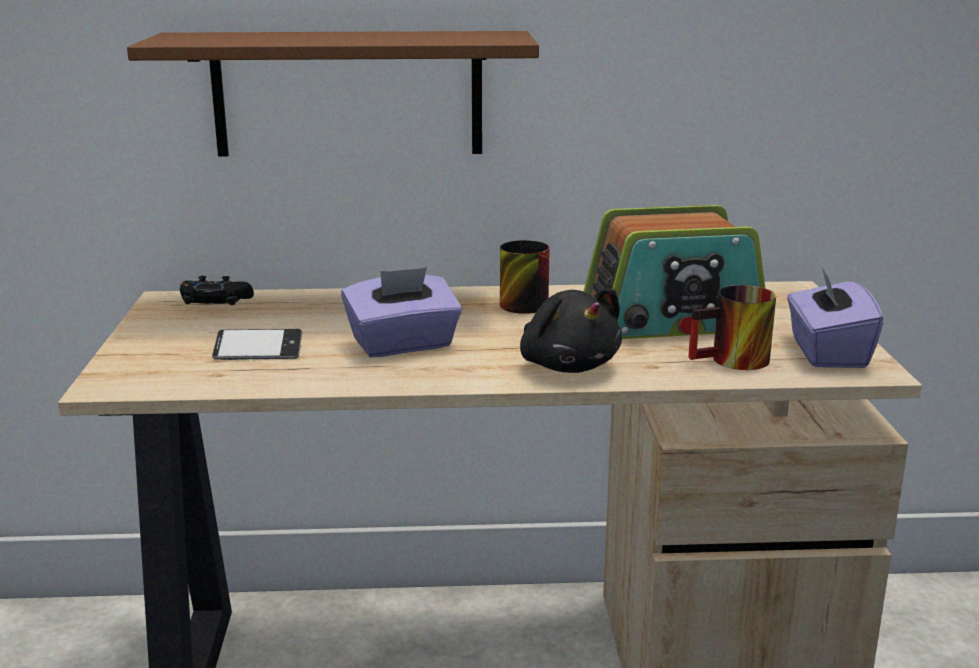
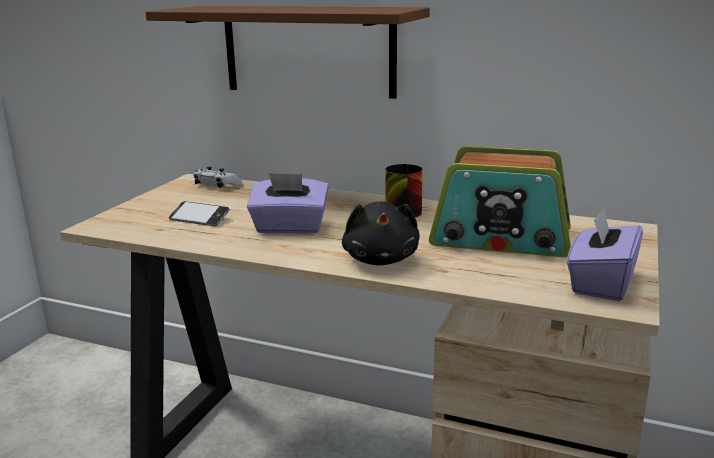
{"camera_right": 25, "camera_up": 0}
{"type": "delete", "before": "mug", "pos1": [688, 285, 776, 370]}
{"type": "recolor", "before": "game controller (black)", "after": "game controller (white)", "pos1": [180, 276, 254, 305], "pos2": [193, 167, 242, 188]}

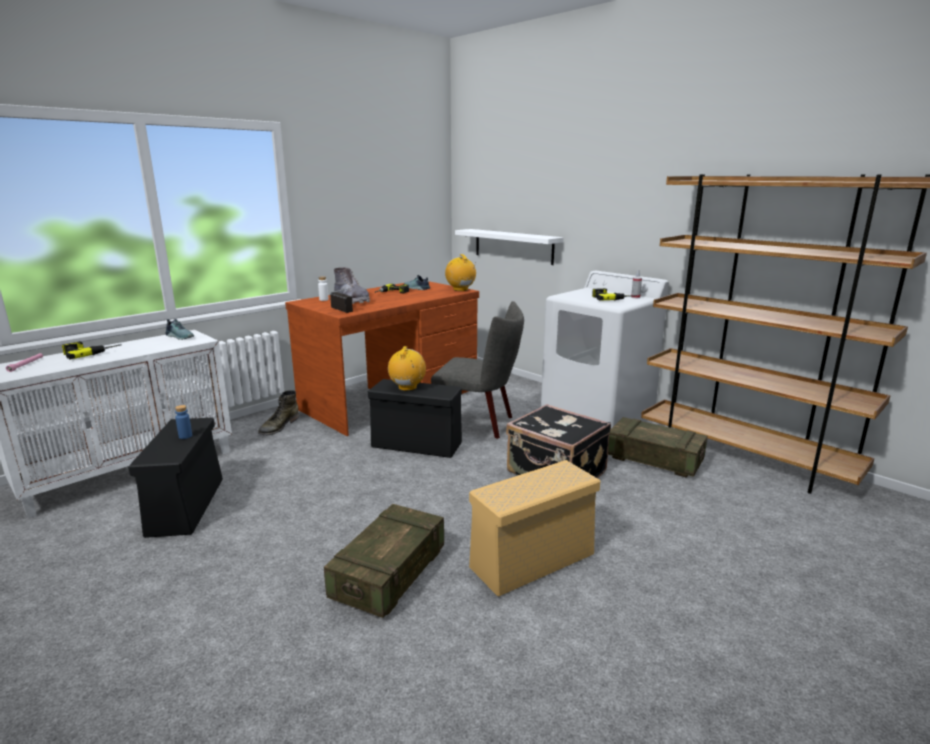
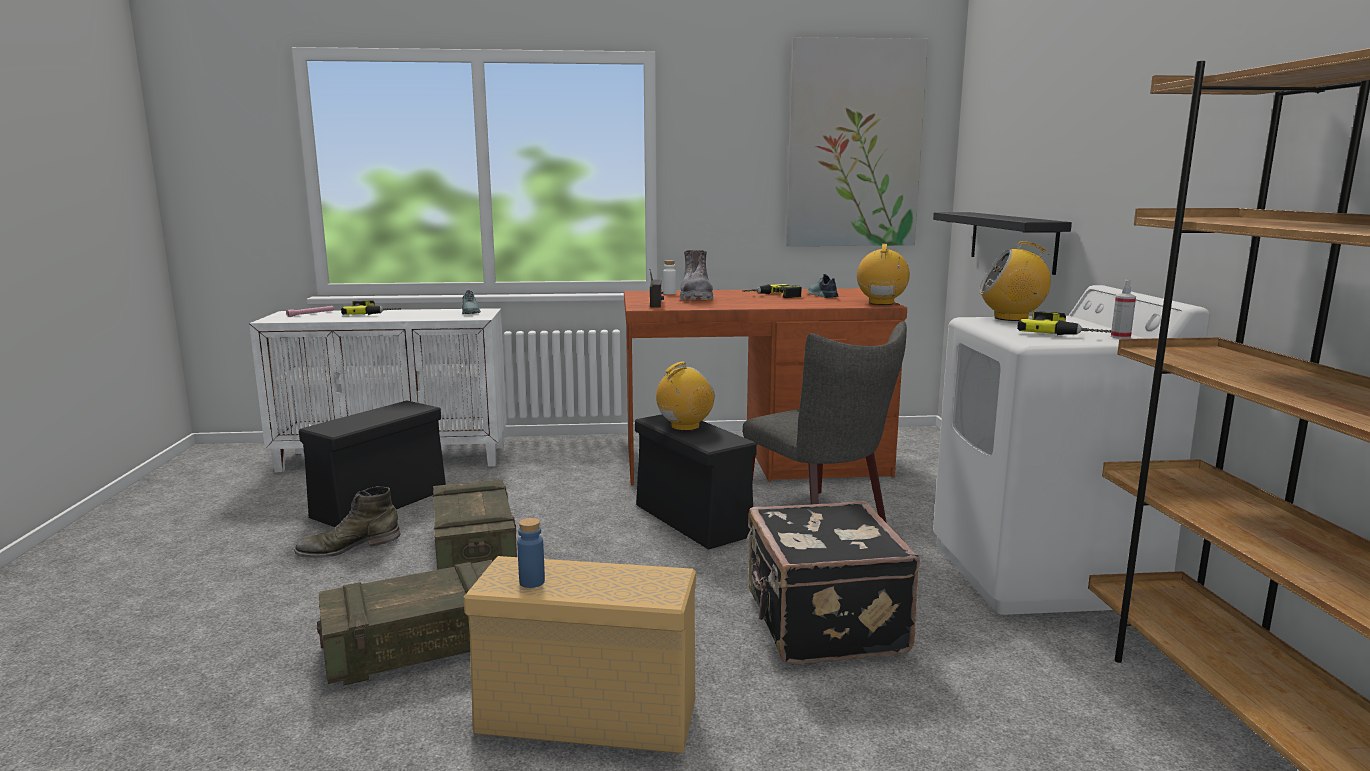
{"camera_right": 40, "camera_up": -5}
{"type": "insert", "after": "picture", "pos2": [786, 37, 928, 246]}
{"type": "insert", "after": "radio", "pos2": [979, 241, 1051, 321]}
{"type": "move", "before": "bottle (blue)", "pos1": [175, 405, 192, 439], "pos2": [517, 518, 545, 588]}
{"type": "move", "before": "boot (green)", "pos1": [258, 390, 299, 436], "pos2": [294, 486, 400, 558]}
{"type": "move", "before": "crate", "pos1": [608, 417, 707, 478], "pos2": [433, 479, 517, 570]}
{"type": "recolor", "before": "shelf (white)", "after": "shelf (black)", "pos1": [455, 229, 564, 265], "pos2": [933, 212, 1072, 275]}

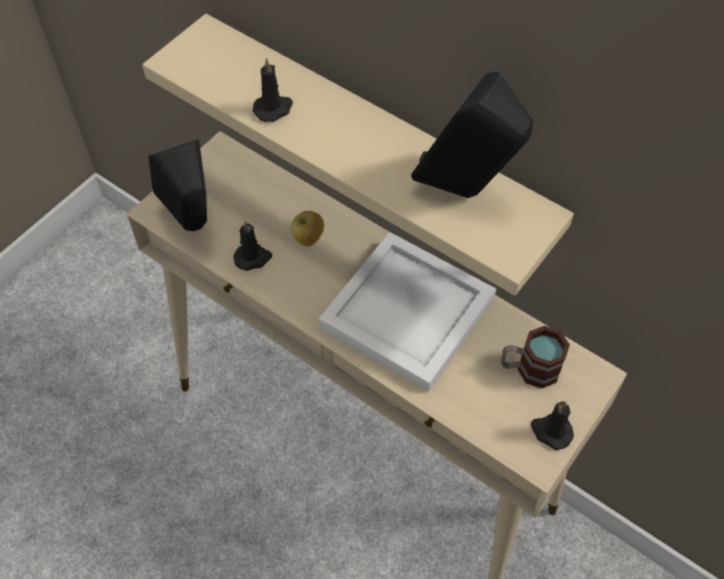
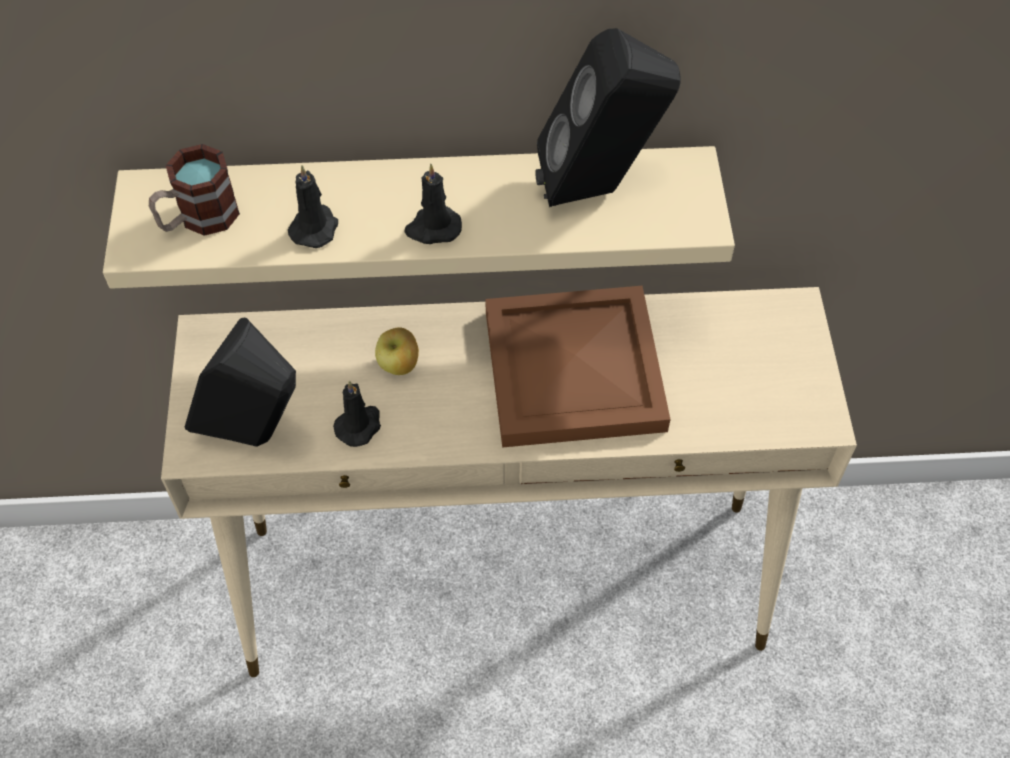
{"camera_right": -40, "camera_up": 0}
{"type": "move", "before": "mug", "pos1": [501, 326, 570, 389], "pos2": [149, 144, 240, 236]}
{"type": "move", "before": "candle (black)", "pos1": [531, 401, 574, 450], "pos2": [404, 164, 462, 244]}
{"type": "recolor", "before": "tray (white)", "after": "tray (brown)", "pos1": [319, 232, 496, 392], "pos2": [485, 286, 671, 448]}

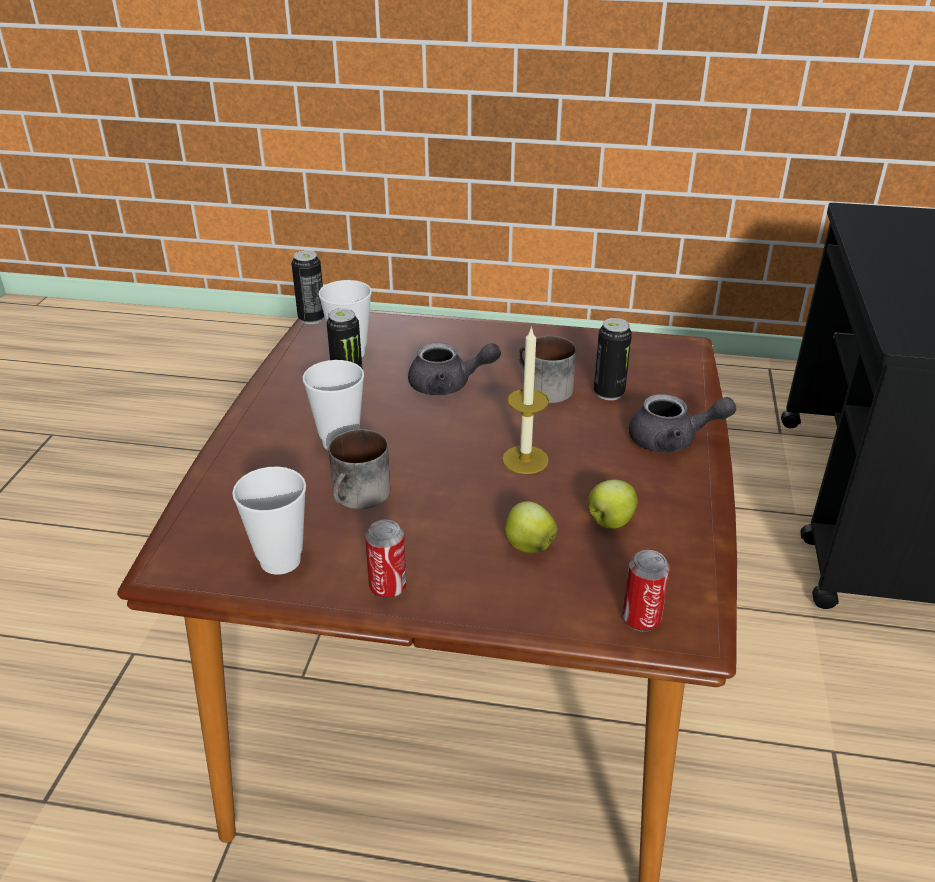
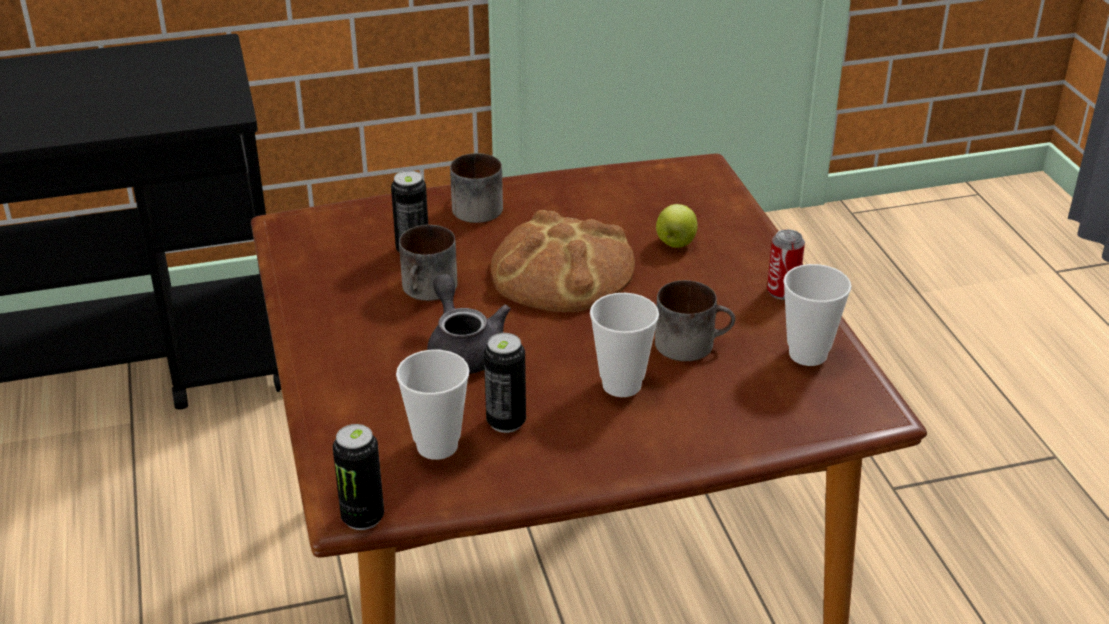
{"camera_right": -115, "camera_up": 0}
{"type": "delete", "before": "apple", "pos1": [587, 480, 638, 529]}
{"type": "delete", "before": "can", "pos1": [622, 550, 670, 632]}
{"type": "replace", "before": "candle", "after": "bread", "pos1": [502, 326, 549, 474], "pos2": [491, 210, 635, 312]}
{"type": "replace", "before": "teapot (grey)", "after": "mug", "pos1": [629, 394, 737, 453], "pos2": [450, 153, 503, 223]}

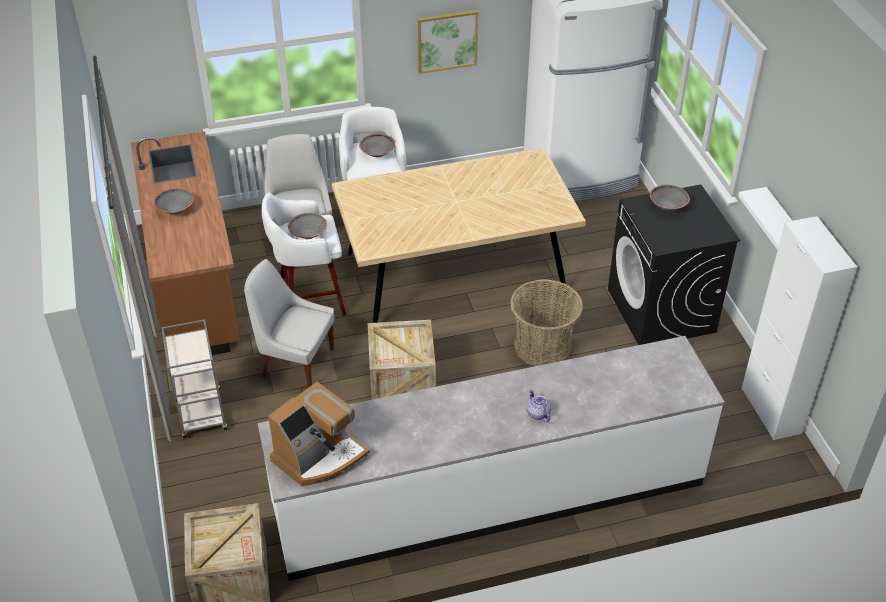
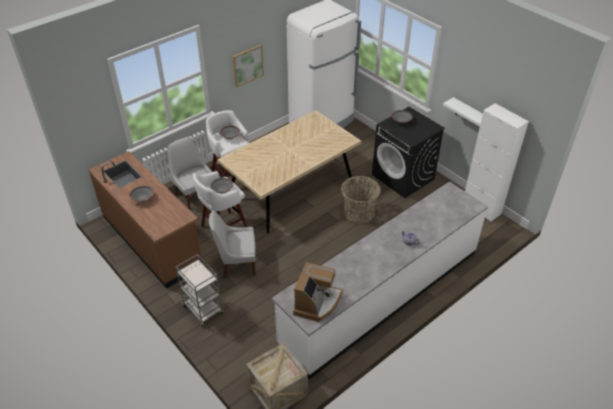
{"camera_right": -25, "camera_up": 0}
{"type": "delete", "before": "crate", "pos1": [368, 320, 436, 400]}

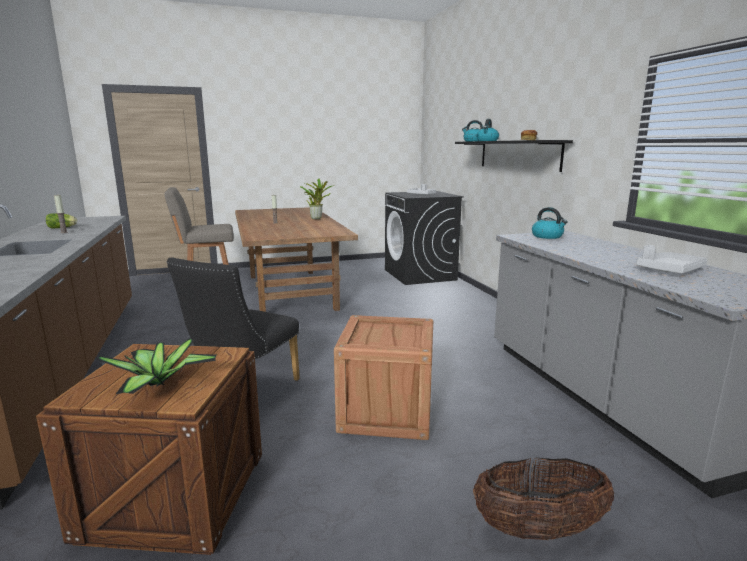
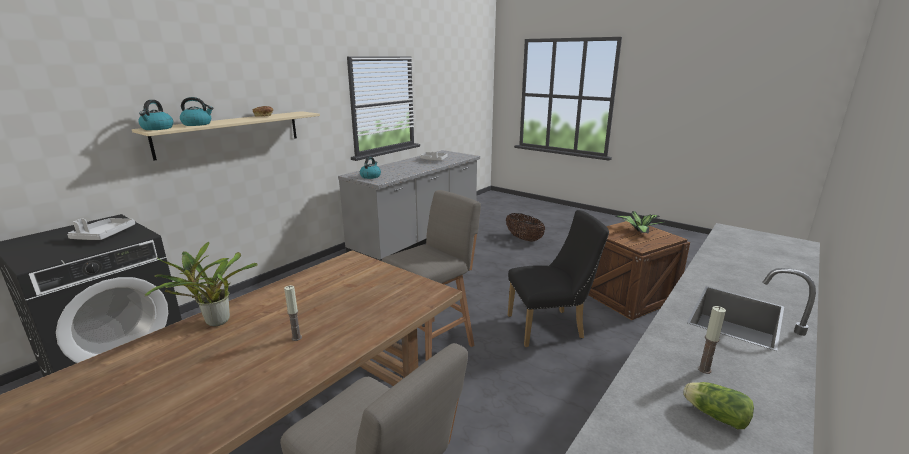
{"camera_right": -125, "camera_up": 5}
{"type": "delete", "before": "crate", "pos1": [334, 315, 433, 440]}
{"type": "insert", "after": "stool (grey)", "pos2": [381, 190, 481, 361]}
{"type": "recolor", "before": "shelf (black)", "after": "shelf (beige)", "pos1": [455, 140, 573, 172], "pos2": [132, 111, 320, 160]}

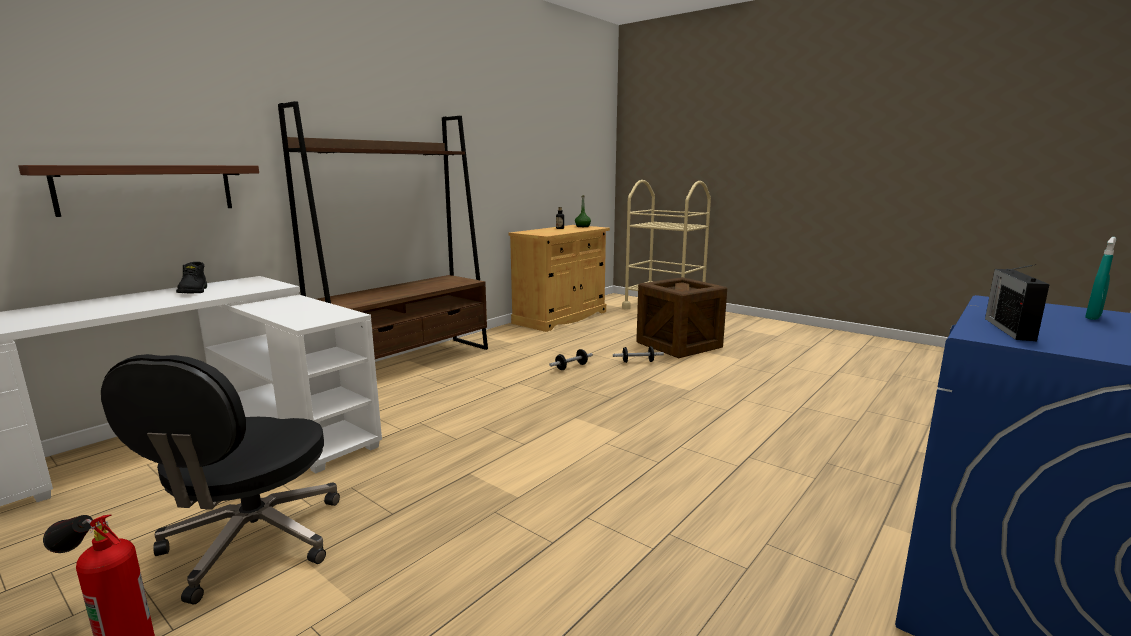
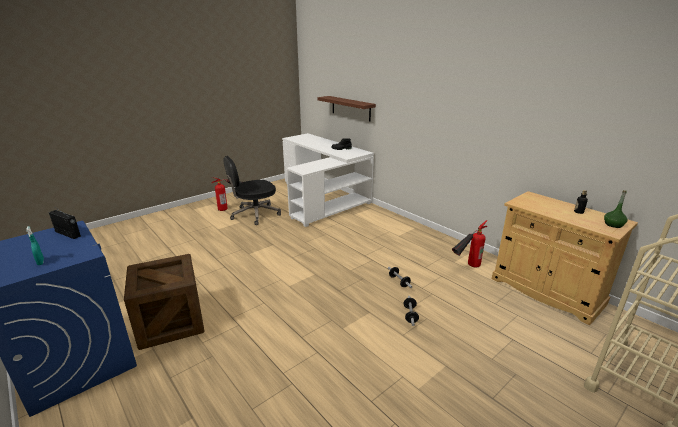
{"camera_right": 100, "camera_up": 10}
{"type": "delete", "before": "bookcase (brown)", "pos1": [278, 101, 488, 359]}
{"type": "insert", "after": "fire extinguisher", "pos2": [452, 220, 488, 267]}
{"type": "move", "before": "crate", "pos1": [636, 277, 727, 358], "pos2": [124, 254, 205, 350]}
{"type": "rotate", "before": "office chair (black)", "pos1": [101, 354, 340, 604], "pos2": [223, 156, 281, 225], "turn": -45}

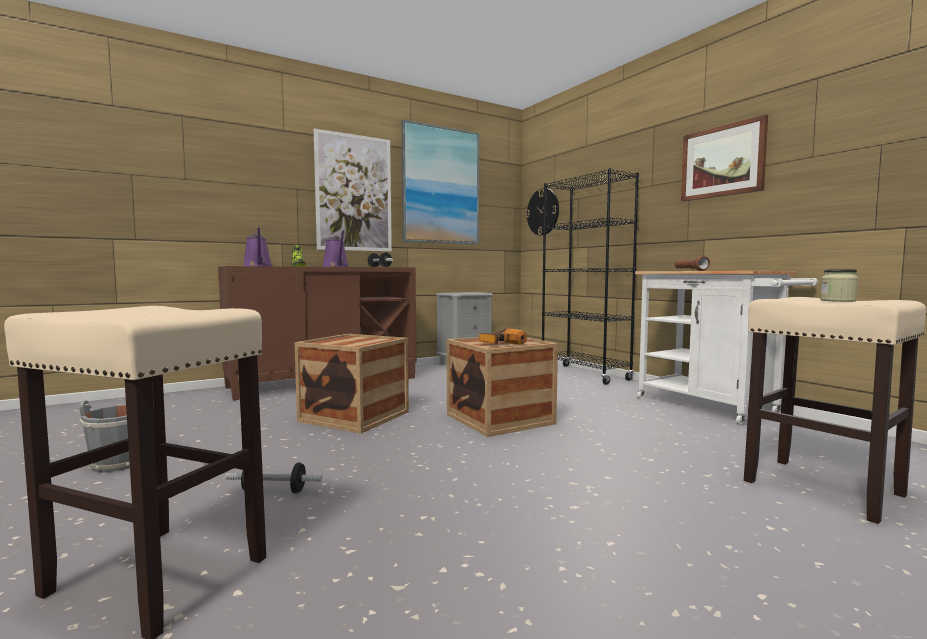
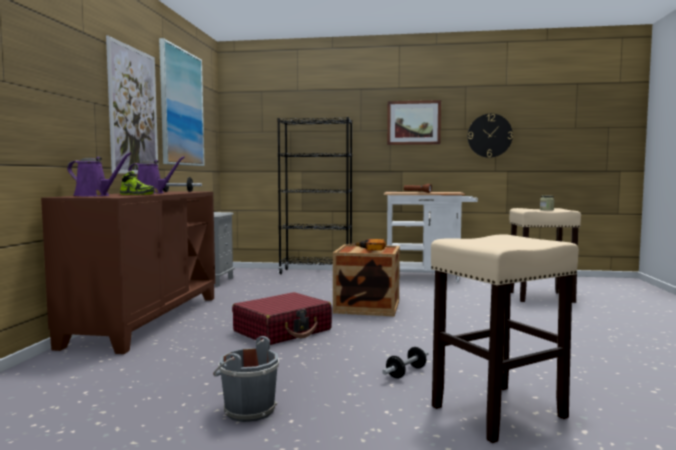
{"camera_right": -50, "camera_up": 0}
{"type": "move", "before": "wall clock", "pos1": [526, 188, 559, 236], "pos2": [468, 114, 513, 158]}
{"type": "replace", "before": "crate", "after": "suitcase (red)", "pos1": [295, 334, 409, 434], "pos2": [232, 292, 332, 345]}

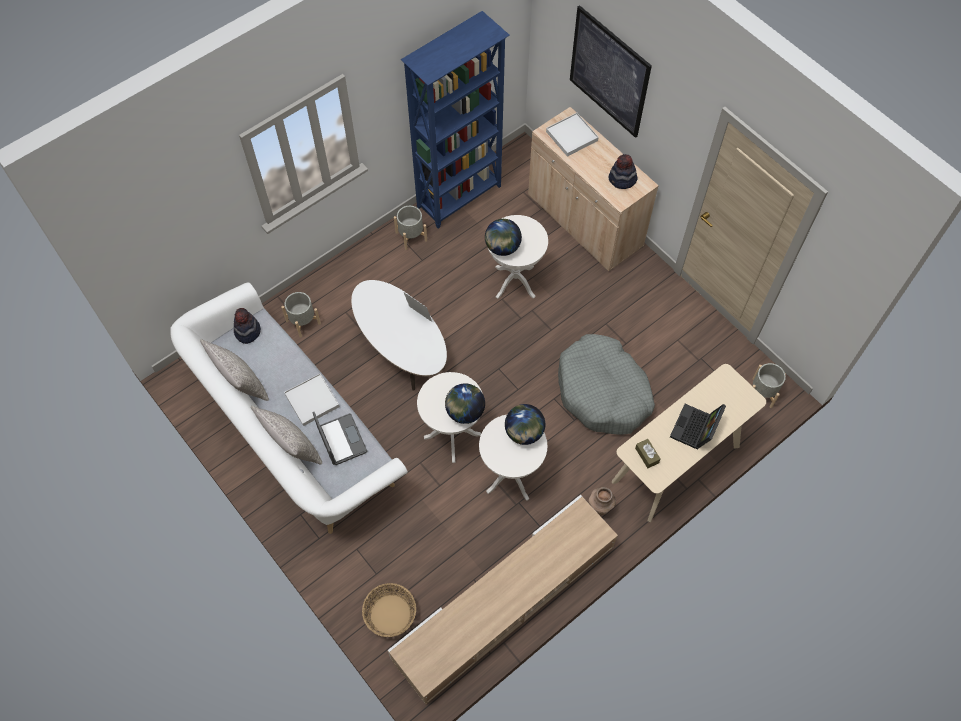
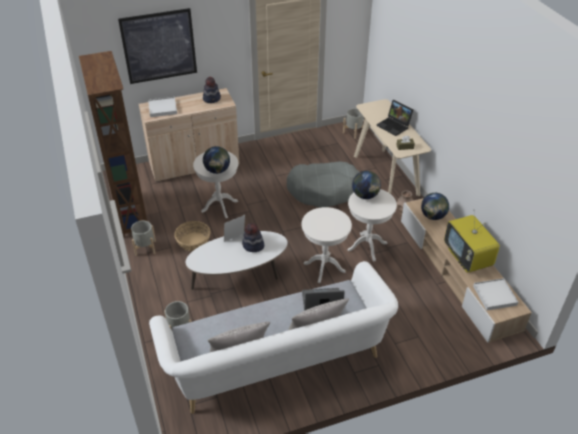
{"camera_right": -70, "camera_up": -20}
{"type": "insert", "after": "television", "pos2": [444, 215, 500, 273]}
{"type": "move", "before": "hat", "pos1": [234, 308, 261, 344], "pos2": [242, 223, 264, 252]}
{"type": "move", "before": "tray (white)", "pos1": [284, 374, 340, 426], "pos2": [473, 278, 518, 311]}
{"type": "move", "before": "basket", "pos1": [362, 583, 416, 637], "pos2": [174, 221, 210, 251]}
{"type": "move", "before": "globe", "pos1": [445, 383, 485, 424], "pos2": [421, 193, 449, 220]}
{"type": "recolor", "before": "bookcase (blue)", "after": "bookcase (brown)", "pos1": [401, 11, 510, 228], "pos2": [79, 51, 147, 238]}

